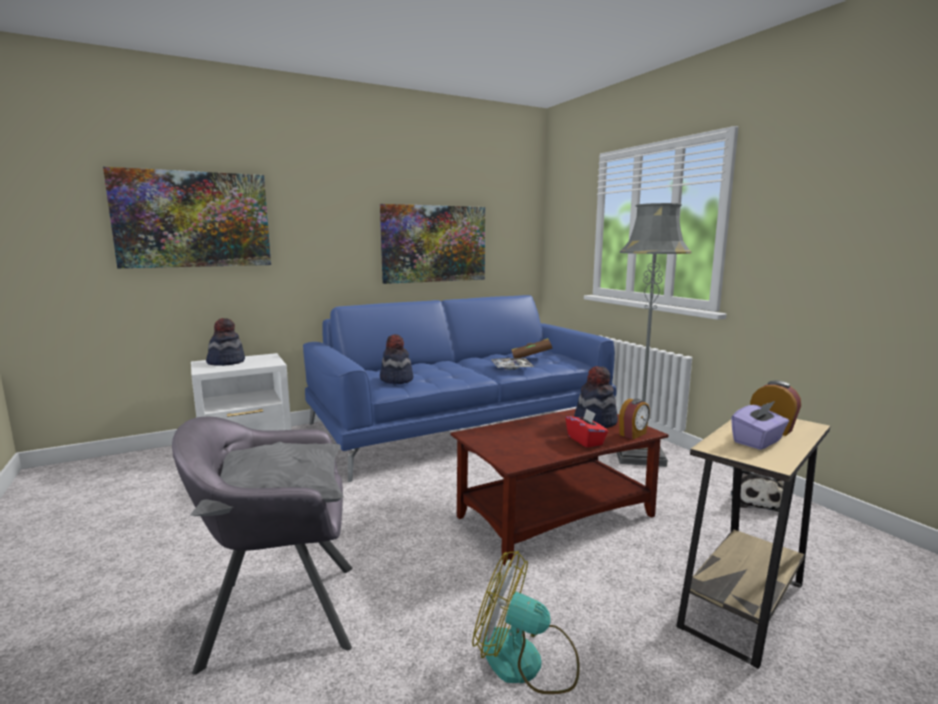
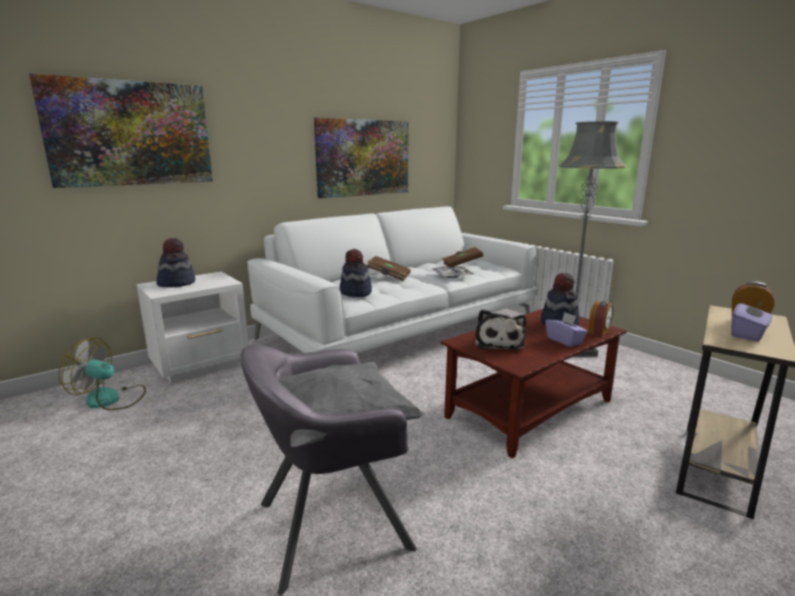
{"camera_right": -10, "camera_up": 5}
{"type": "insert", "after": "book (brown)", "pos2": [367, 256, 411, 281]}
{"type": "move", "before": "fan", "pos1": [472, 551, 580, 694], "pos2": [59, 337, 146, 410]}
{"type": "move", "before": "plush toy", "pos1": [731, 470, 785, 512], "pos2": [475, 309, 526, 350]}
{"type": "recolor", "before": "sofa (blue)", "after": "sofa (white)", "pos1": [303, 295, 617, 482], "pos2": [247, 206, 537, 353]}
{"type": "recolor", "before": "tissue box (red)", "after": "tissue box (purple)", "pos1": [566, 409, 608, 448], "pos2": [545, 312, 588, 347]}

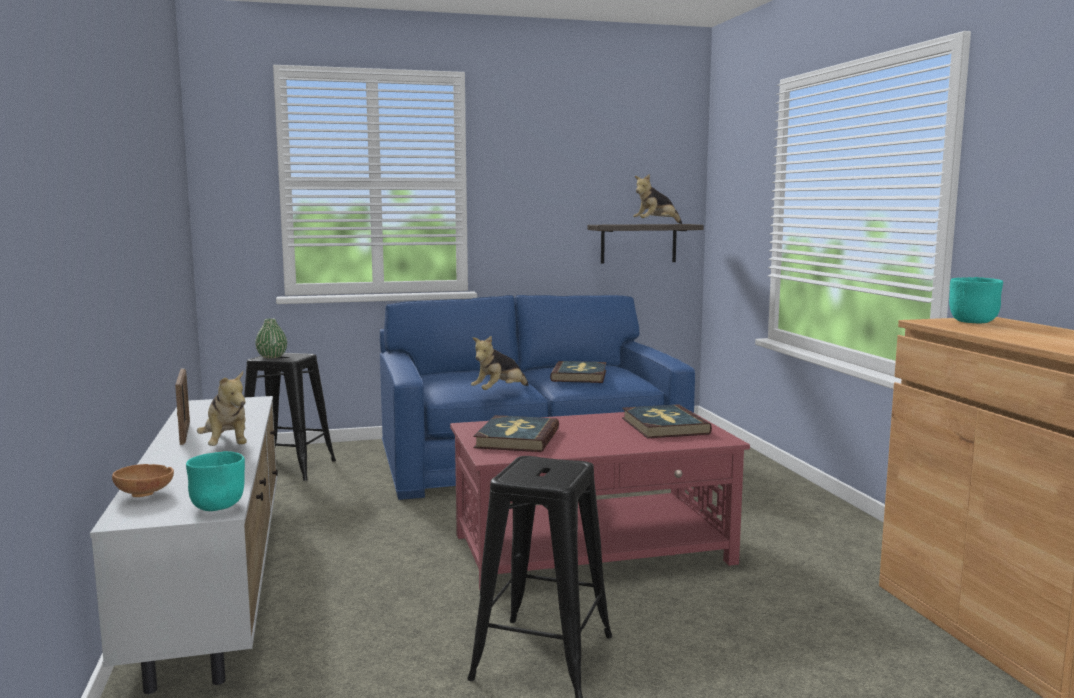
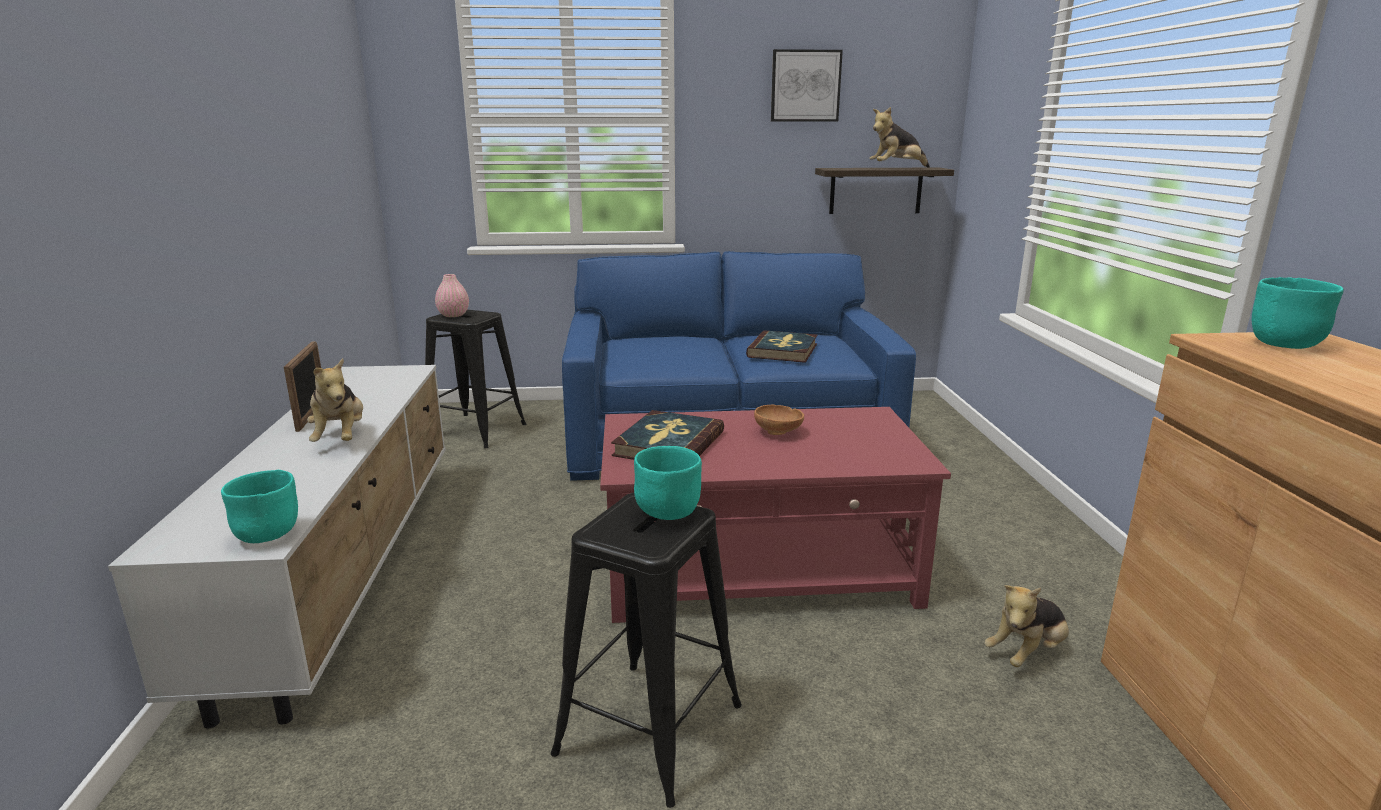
{"camera_right": 10, "camera_up": 10}
{"type": "delete", "before": "book", "pos1": [622, 404, 712, 438]}
{"type": "insert", "after": "bowl (turquoise)", "pos2": [634, 446, 702, 520]}
{"type": "insert", "after": "picture", "pos2": [771, 49, 843, 121]}
{"type": "move", "before": "bowl (brown)", "pos1": [112, 464, 174, 497], "pos2": [754, 405, 804, 435]}
{"type": "move", "before": "plush toy", "pos1": [471, 336, 529, 390], "pos2": [984, 585, 1069, 667]}
{"type": "recolor", "before": "vase (green)", "after": "vase (pink)", "pos1": [255, 318, 287, 358], "pos2": [435, 274, 469, 317]}

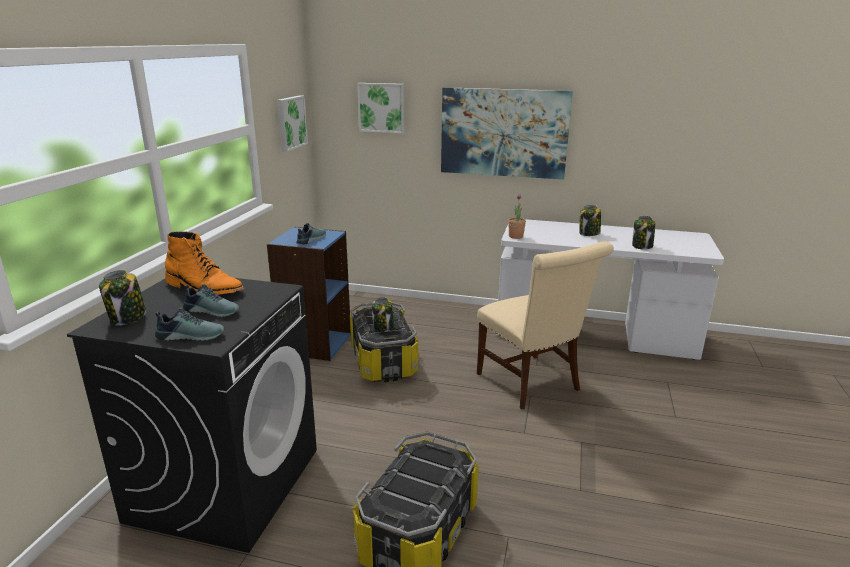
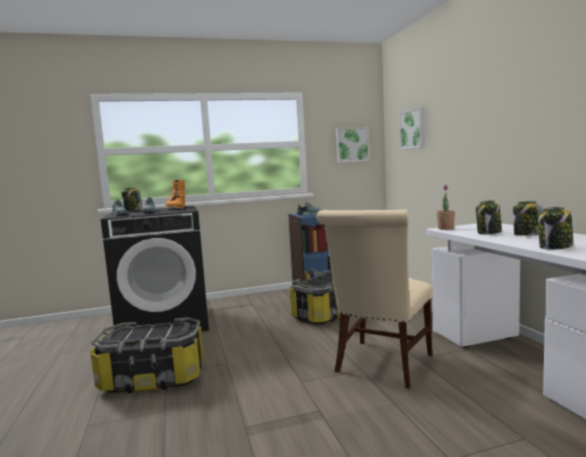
{"camera_right": 60, "camera_up": -15}
{"type": "delete", "before": "picture", "pos1": [441, 87, 573, 180]}
{"type": "move", "before": "jar", "pos1": [372, 297, 394, 332], "pos2": [476, 200, 502, 235]}

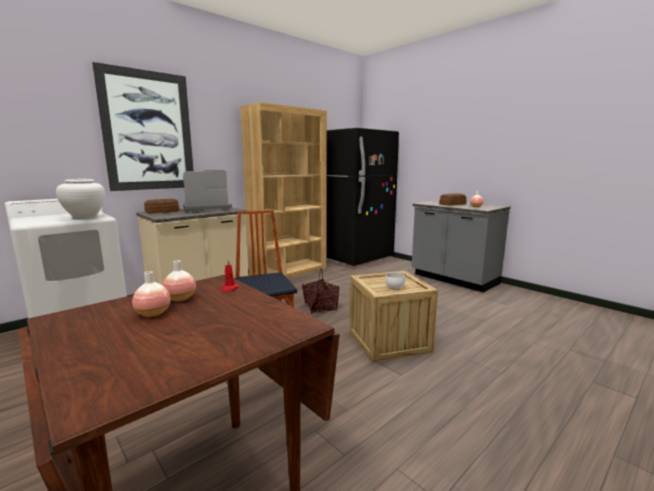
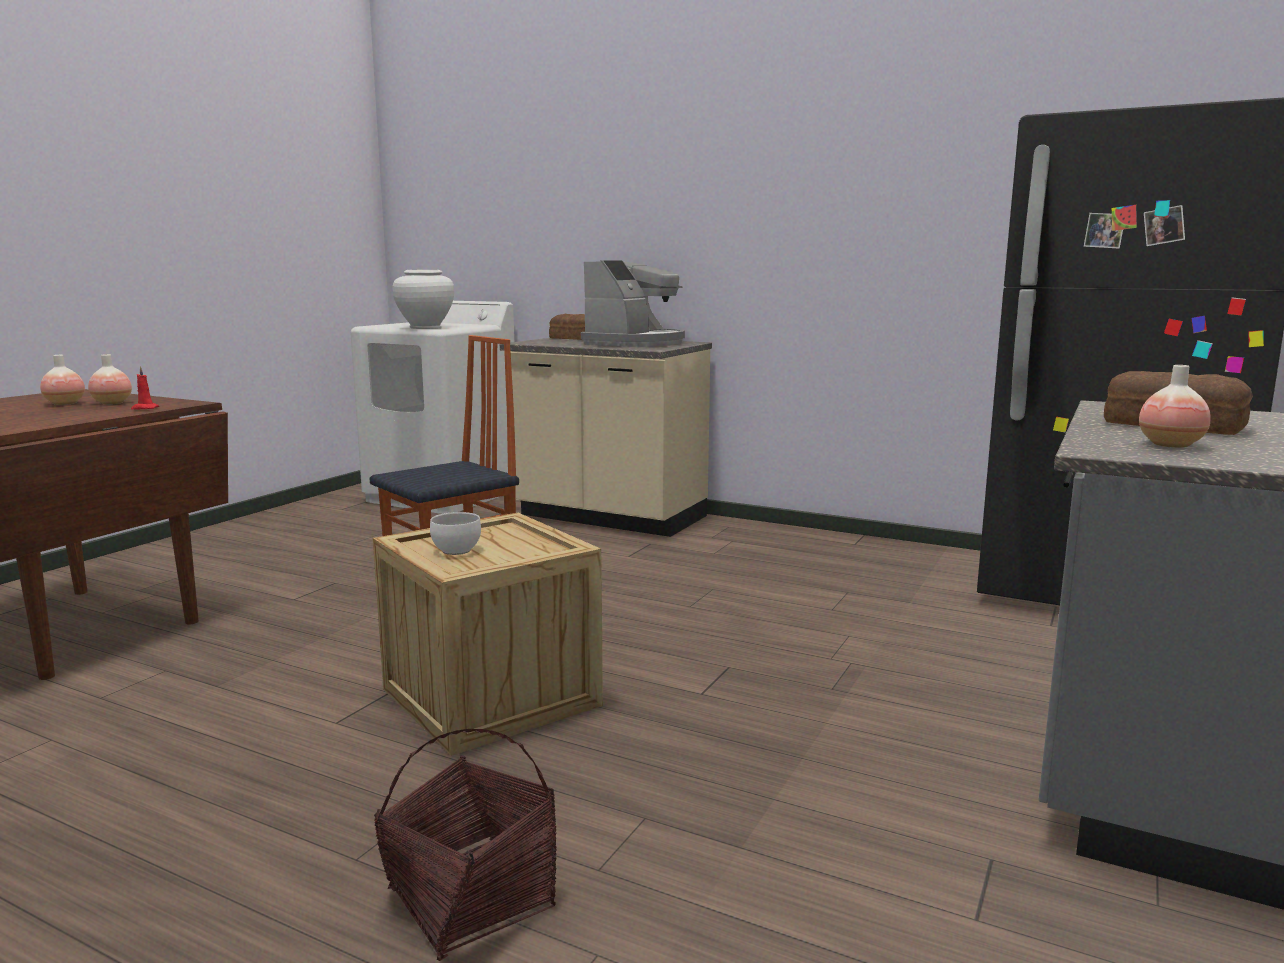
{"camera_right": 70, "camera_up": 0}
{"type": "delete", "before": "picture", "pos1": [92, 62, 194, 191]}
{"type": "delete", "before": "bookcase (brown)", "pos1": [240, 102, 327, 278]}
{"type": "move", "before": "basket", "pos1": [302, 268, 339, 313], "pos2": [374, 729, 557, 961]}
{"type": "rotate", "before": "coffee machine", "pos1": [182, 170, 232, 213], "pos2": [581, 260, 685, 347], "turn": 75}

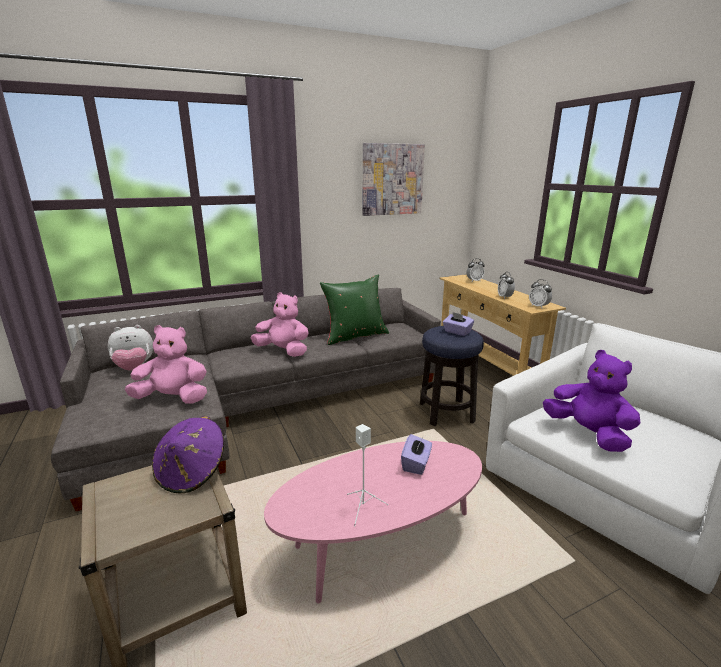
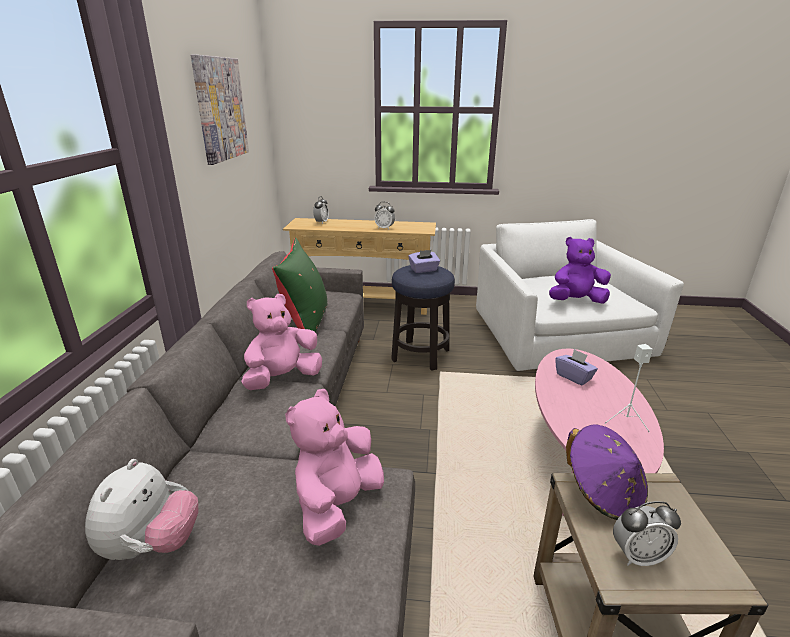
{"camera_right": -60, "camera_up": 5}
{"type": "move", "before": "alarm clock", "pos1": [529, 279, 552, 308], "pos2": [613, 501, 681, 566]}

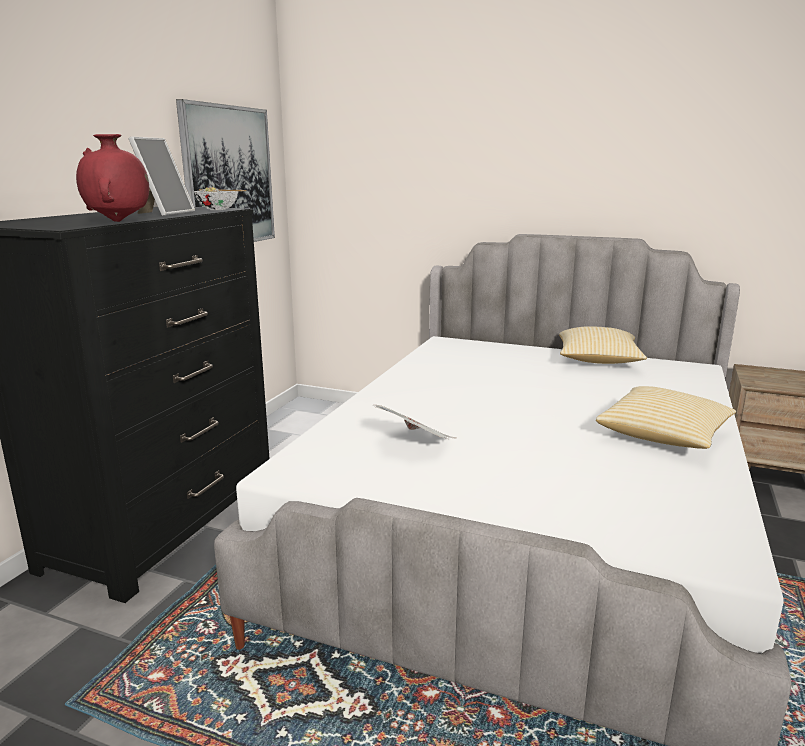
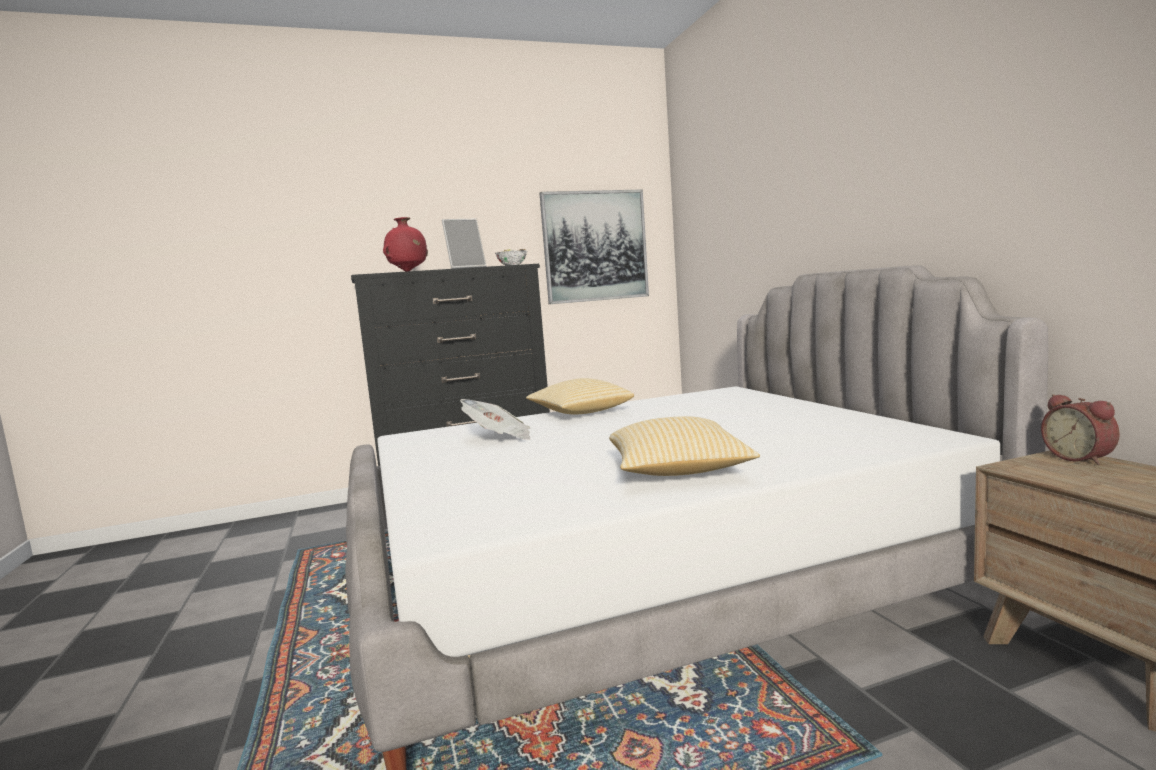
{"camera_right": 50, "camera_up": -10}
{"type": "insert", "after": "alarm clock", "pos2": [1041, 394, 1120, 465]}
{"type": "move", "before": "pillow", "pos1": [559, 326, 647, 364], "pos2": [526, 378, 634, 414]}

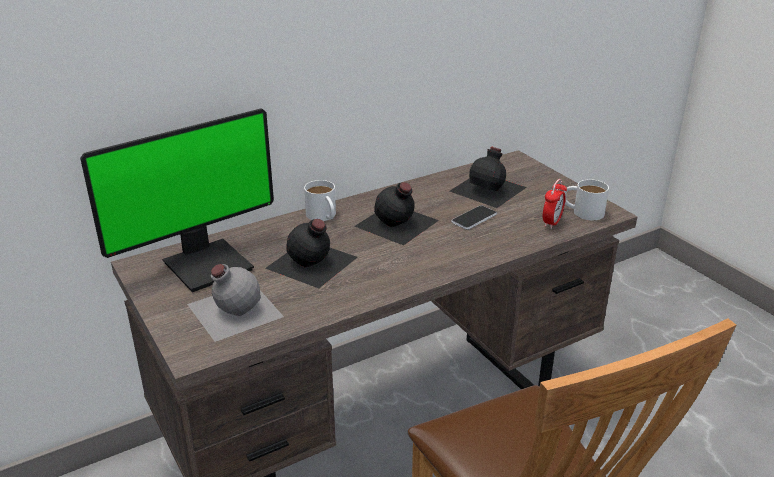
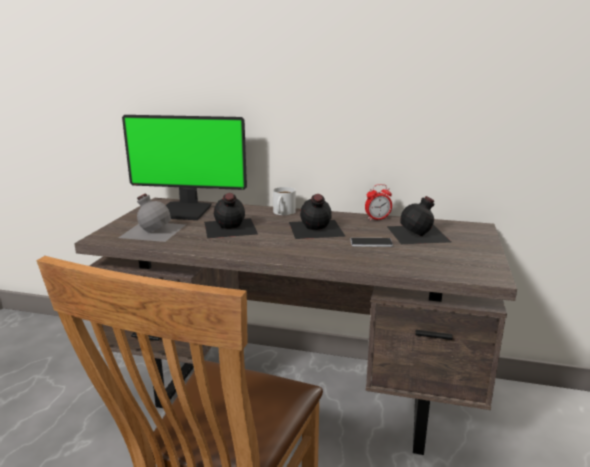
{"camera_right": 45, "camera_up": -10}
{"type": "delete", "before": "mug (white)", "pos1": [563, 179, 609, 220]}
{"type": "move", "before": "alarm clock", "pos1": [543, 179, 567, 229], "pos2": [365, 184, 392, 221]}

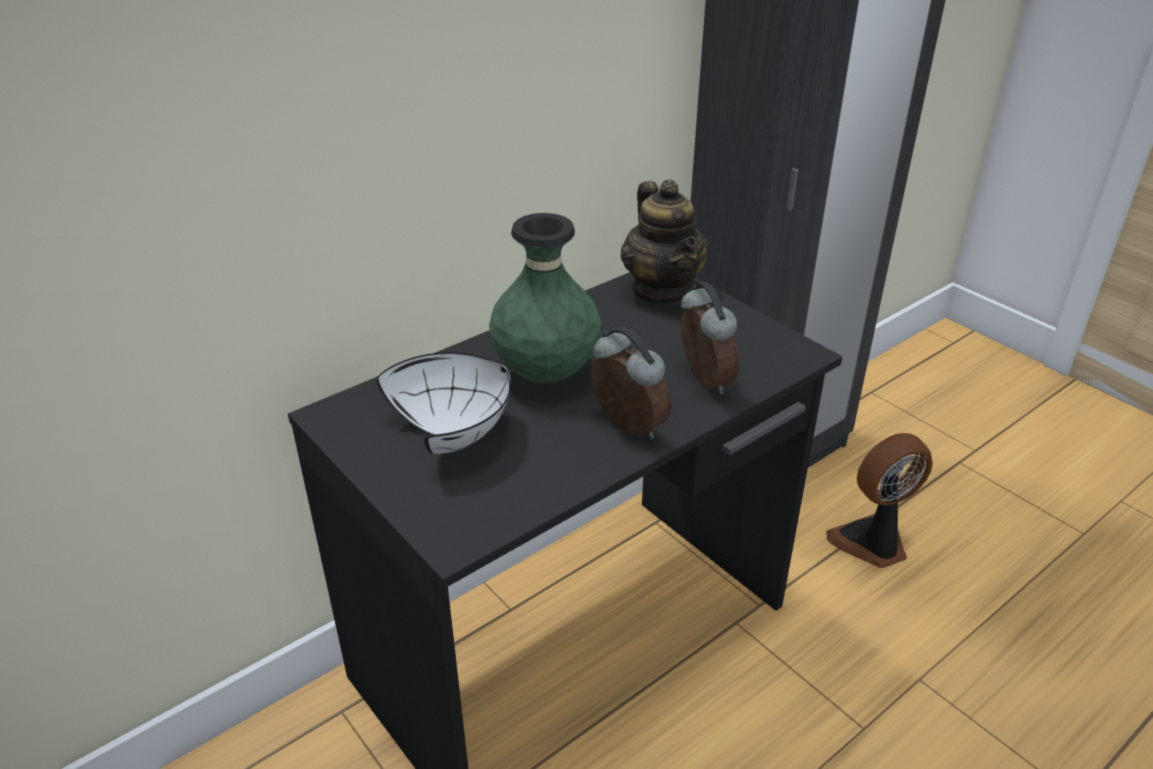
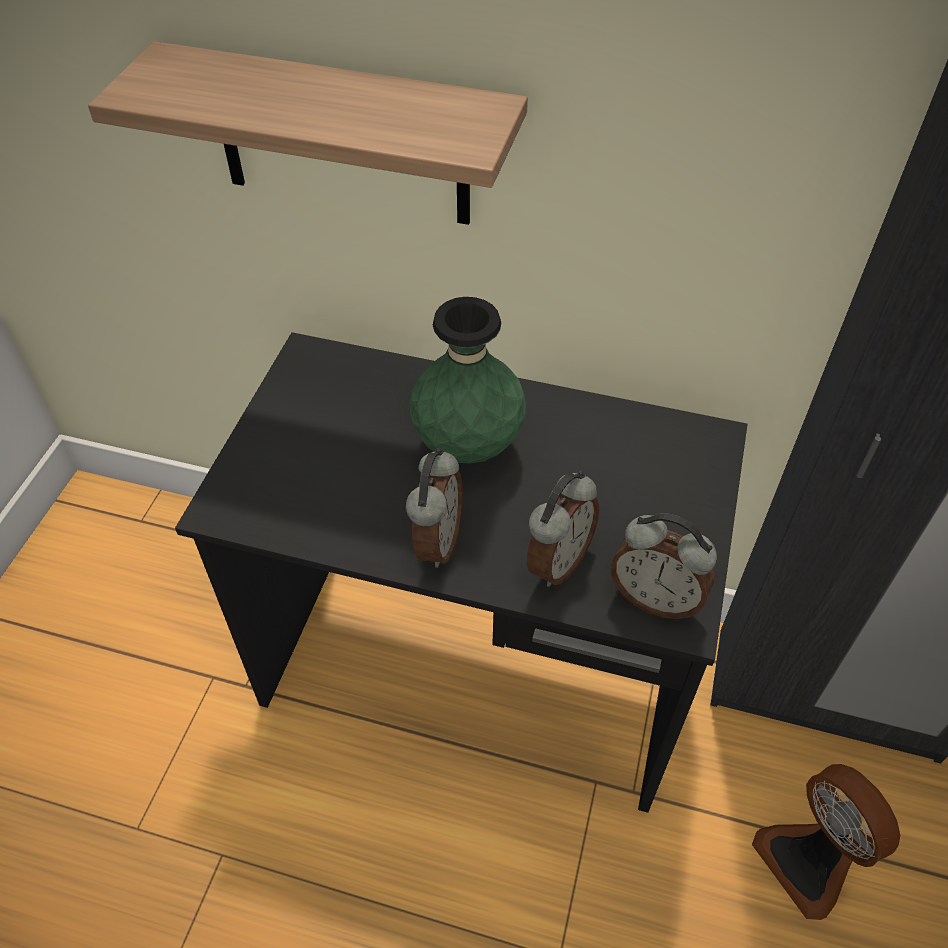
{"camera_right": 55, "camera_up": 15}
{"type": "delete", "before": "bowl (white)", "pos1": [377, 352, 510, 454]}
{"type": "delete", "before": "teapot", "pos1": [621, 179, 709, 305]}
{"type": "insert", "after": "shelf", "pos2": [88, 41, 528, 225]}
{"type": "insert", "after": "alarm clock", "pos2": [611, 513, 717, 619]}
{"type": "rotate", "before": "fan", "pos1": [826, 433, 933, 568], "pos2": [752, 764, 900, 920], "turn": -150}

